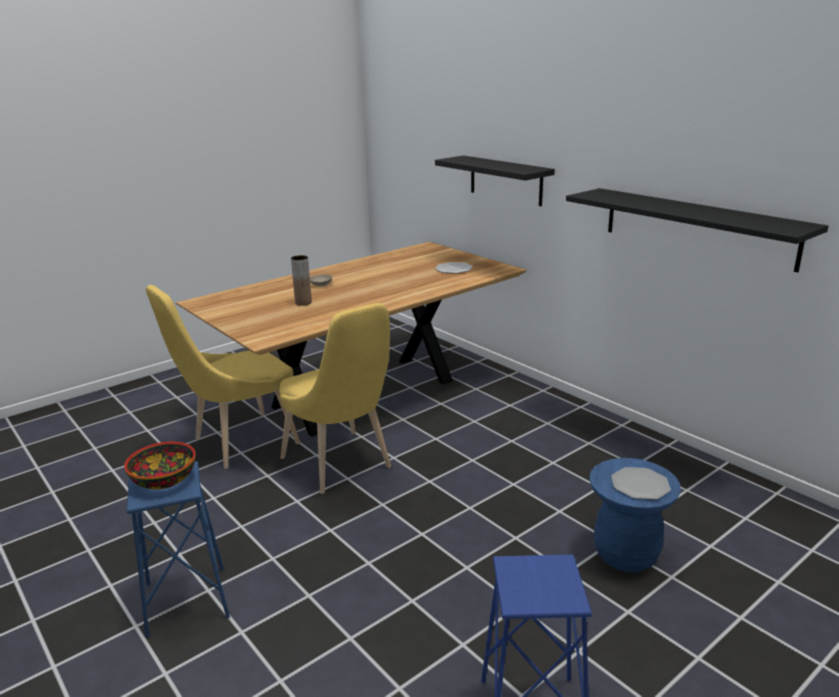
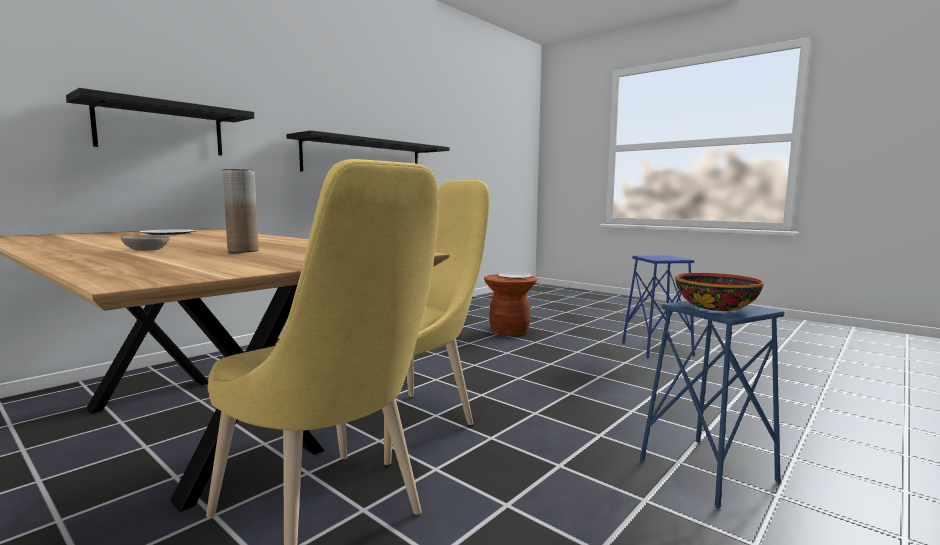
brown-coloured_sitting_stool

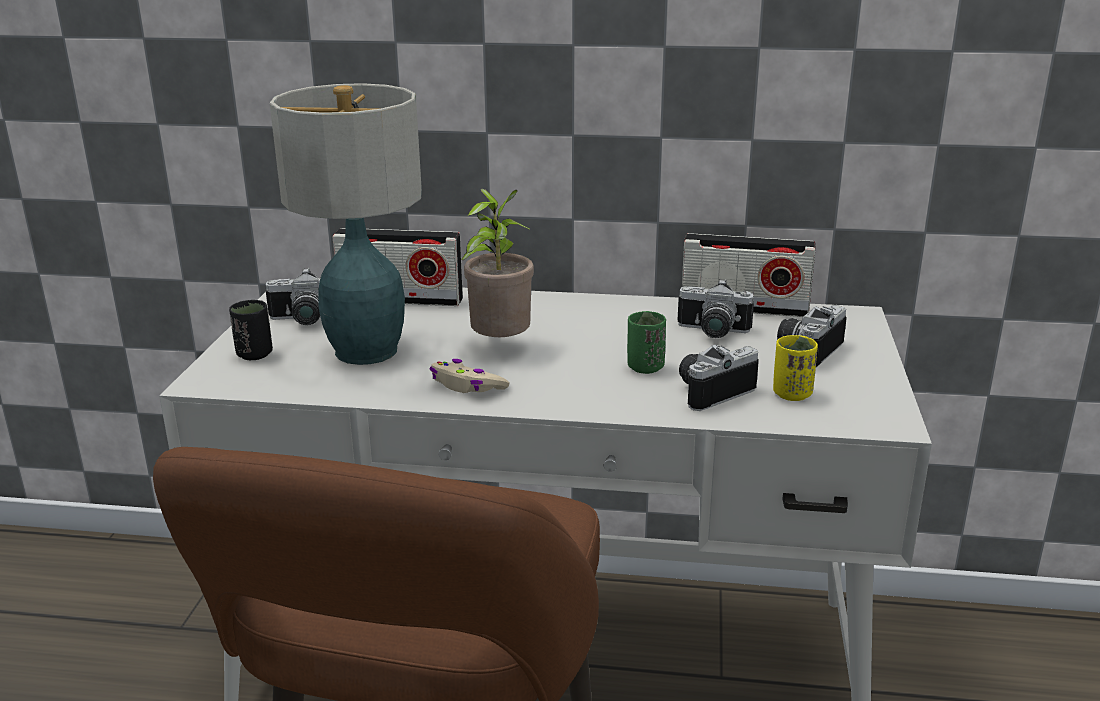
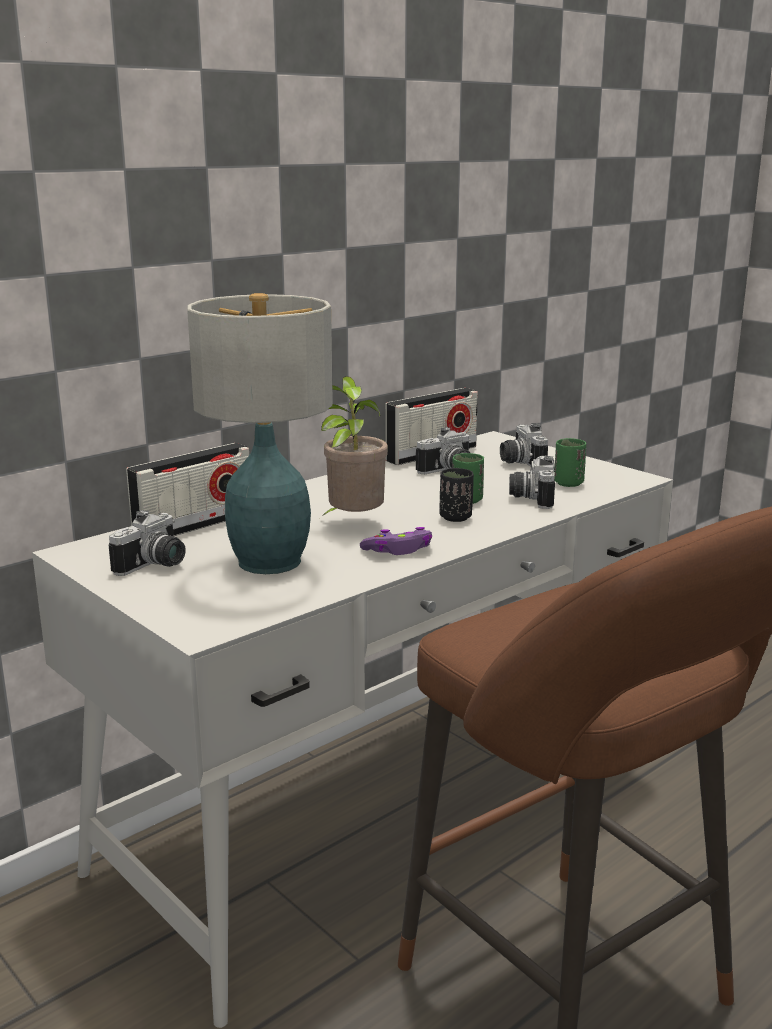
black-coloured_drinking_cup; purple_joypad; greenish_drinking_cup (2nd from left)

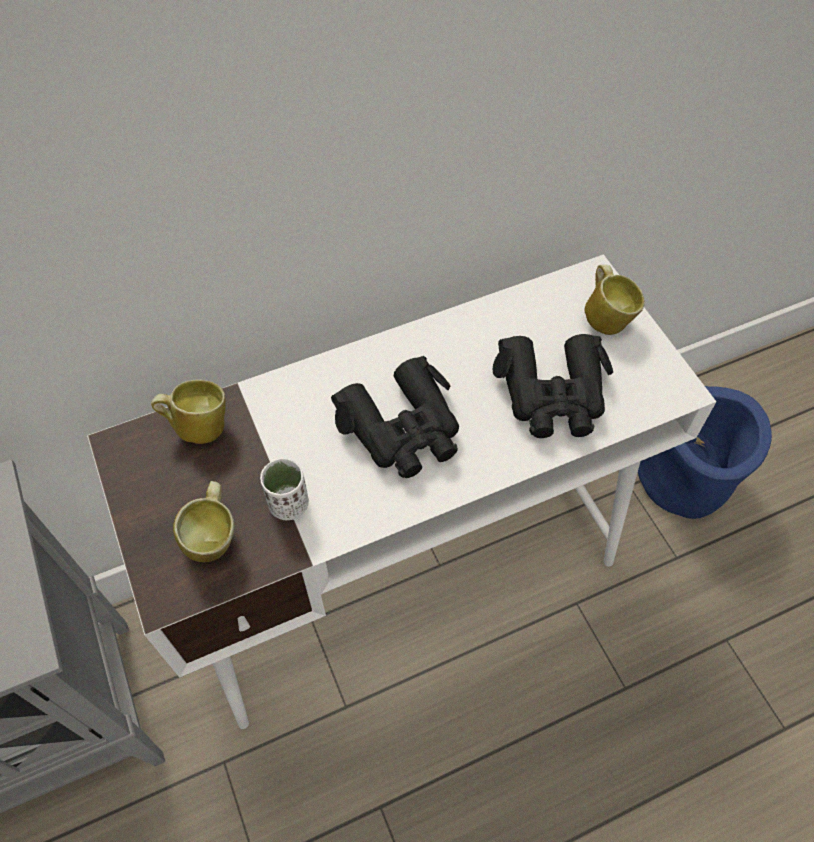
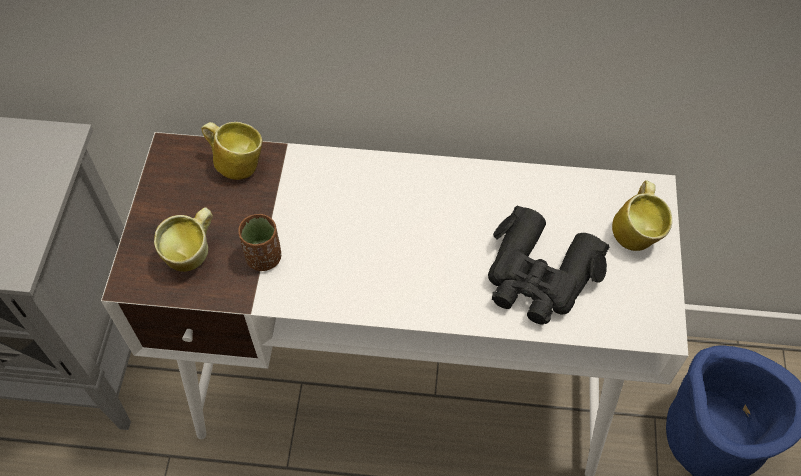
black-coloured_binoculars (1st from left in the first image); brown-coloured_drinking_cup

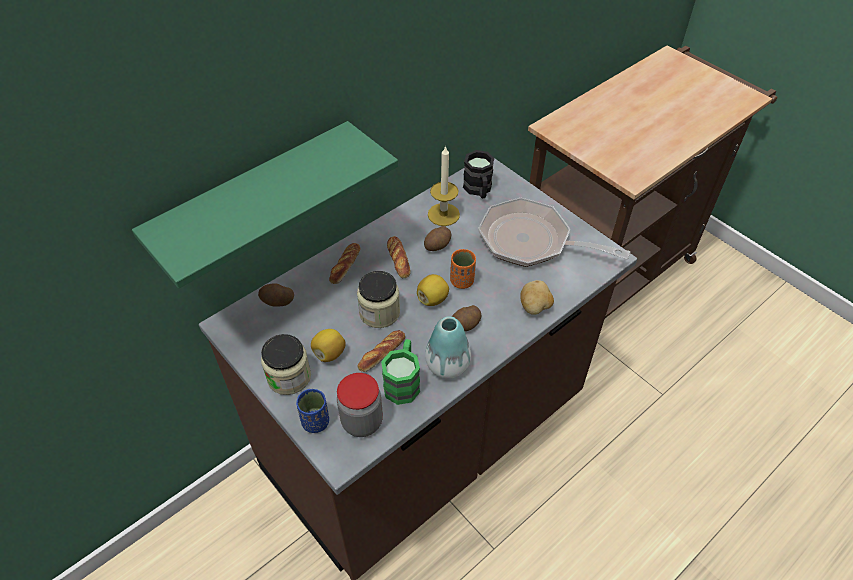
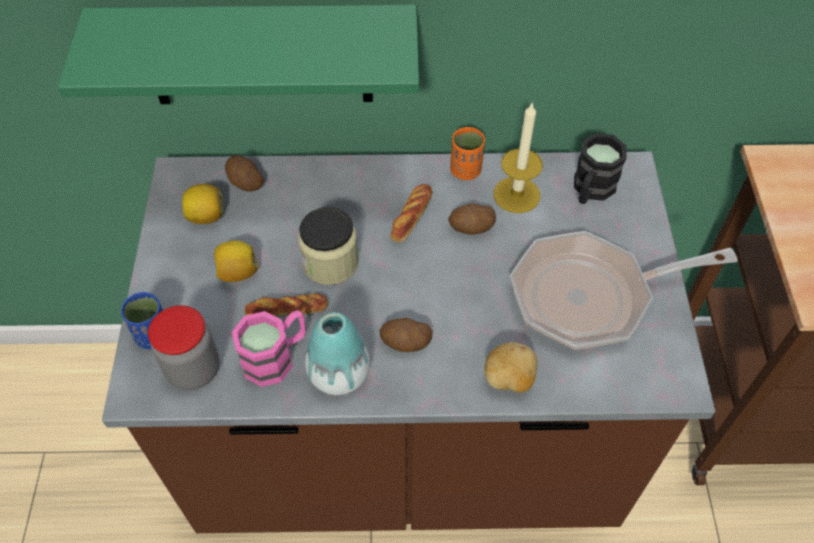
jar (1st from left in the first image); bread (1st from left in the first image); lemon (1st from left); orange-coloured_drinking_cup; pink-coloured_mug; pan

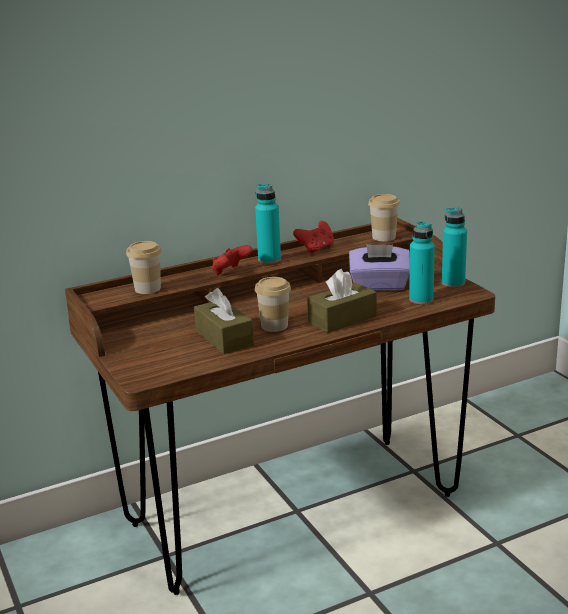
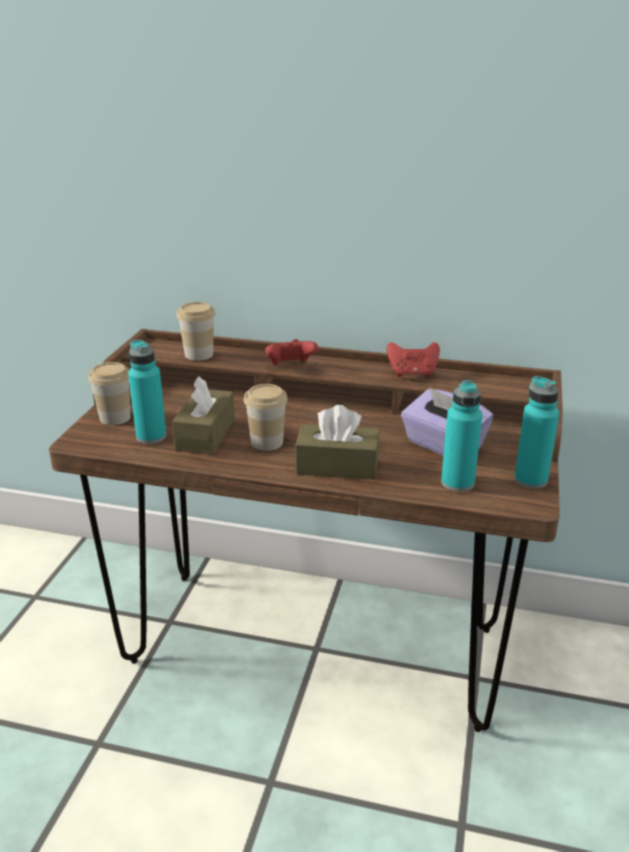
turquoise_beverage_bottle (1st from left); drinking_cup (1st from left)

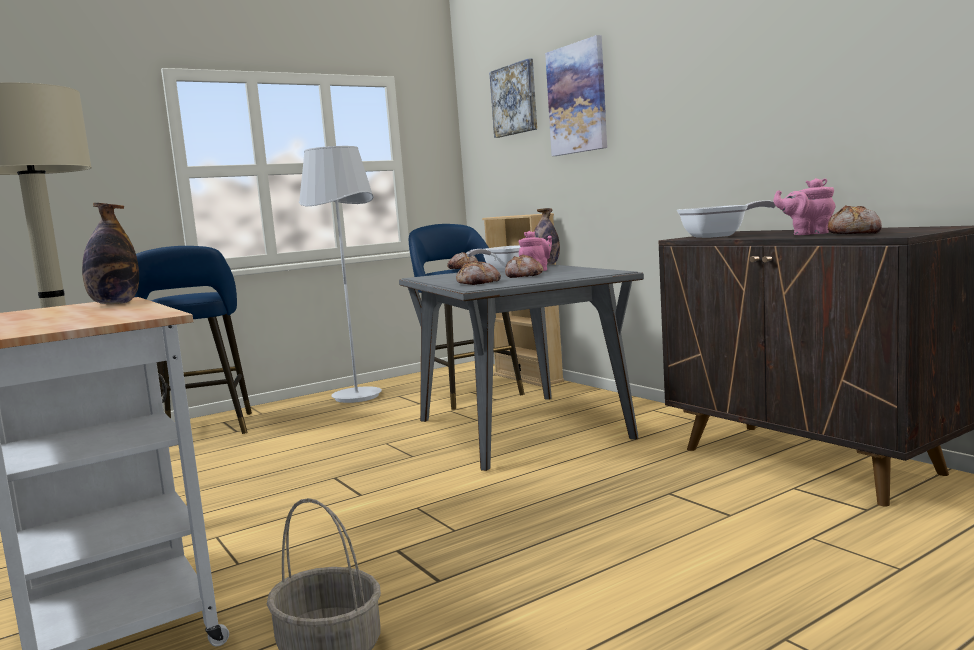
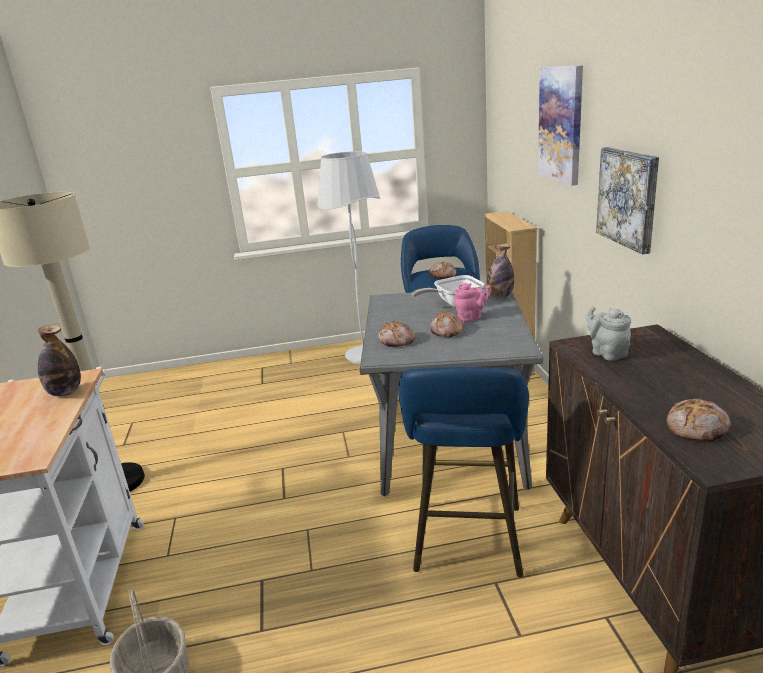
pink-coloured_tea_pot (2nd from left in the first image); blue_sitting_stool (2nd from left); wall_picture (2nd from left); gray_tea_pot

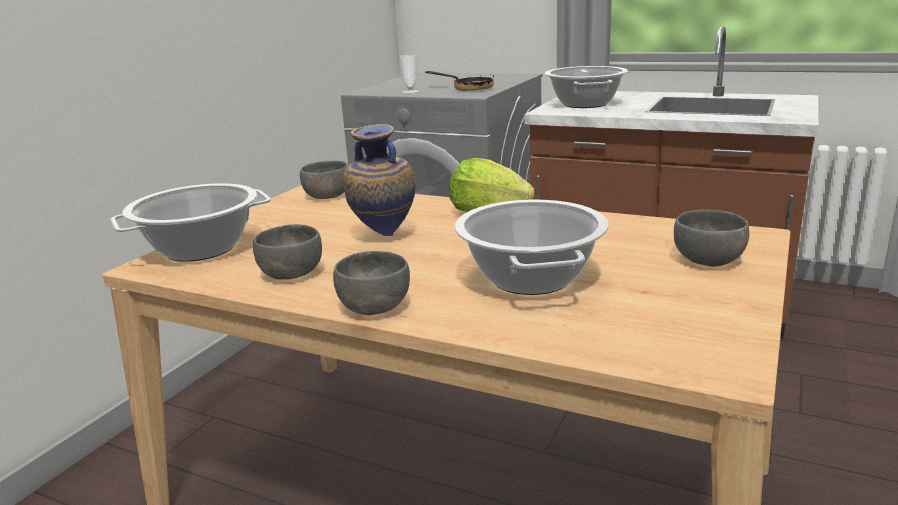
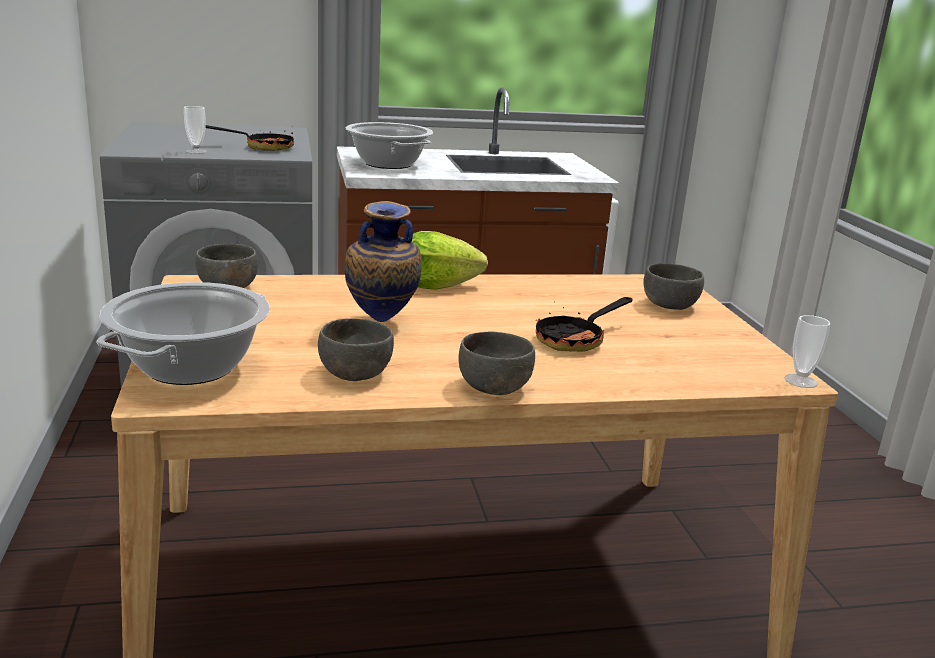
drinking_cup (2nd from left); pan (2nd from left)

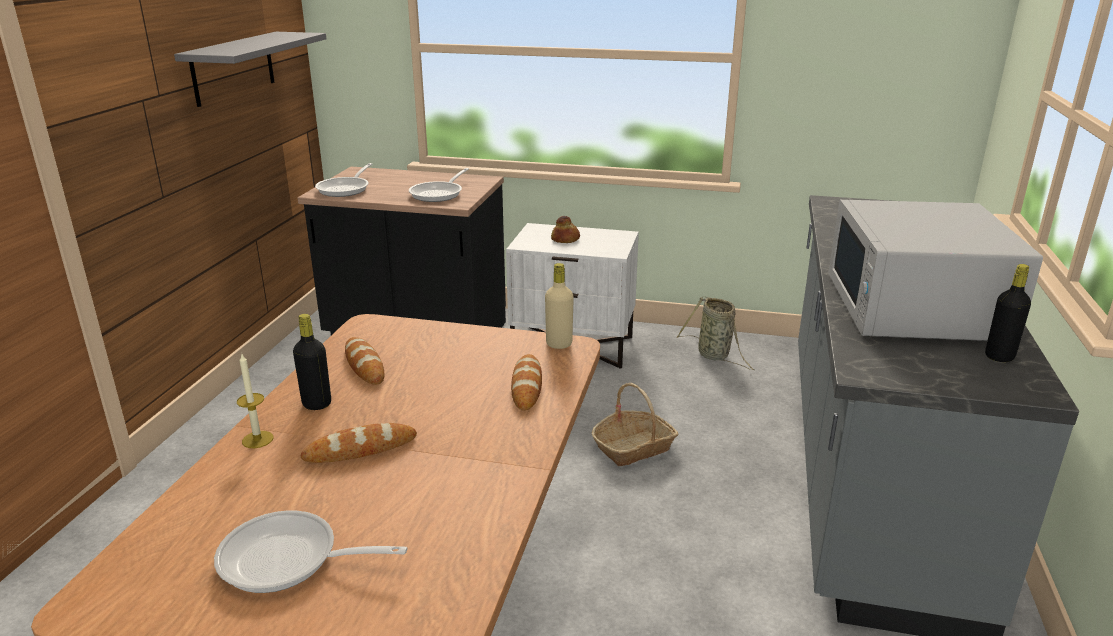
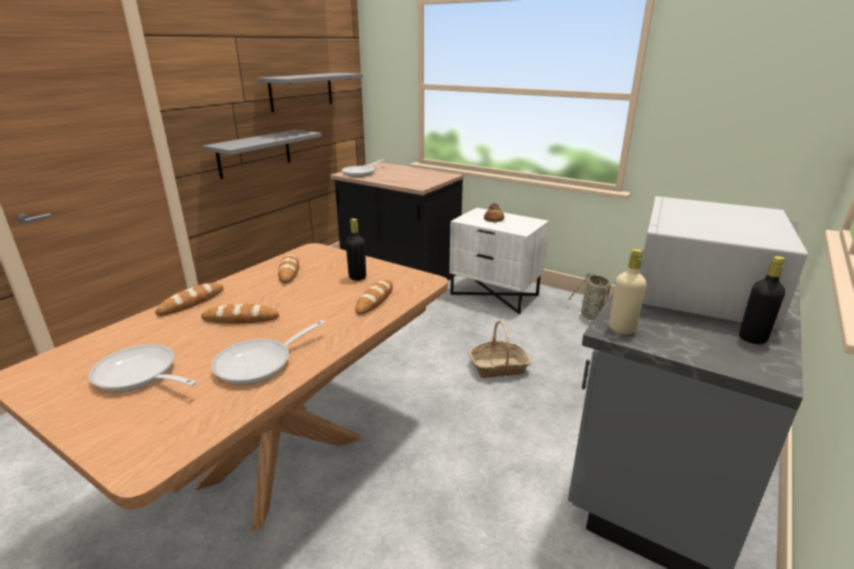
gray_bracket_shelf (1st from left); black-coloured_beverage_bottle (1st from left); pan (2nd from left); beige_beverage_bottle; bread (1st from left)

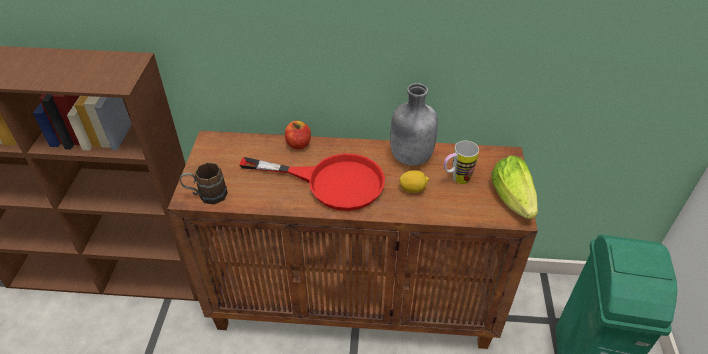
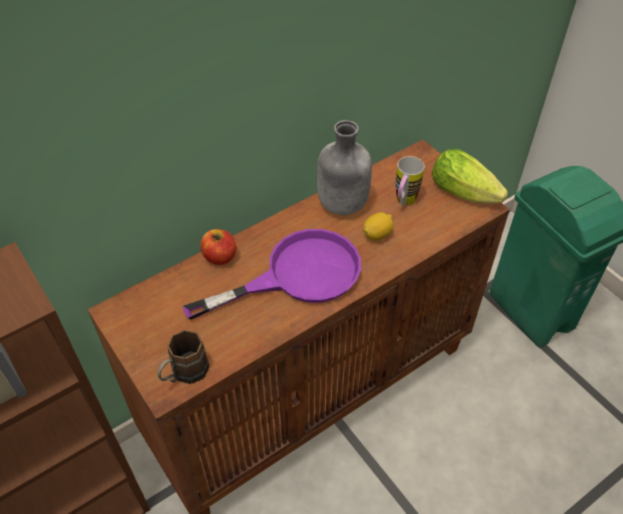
purple_pan

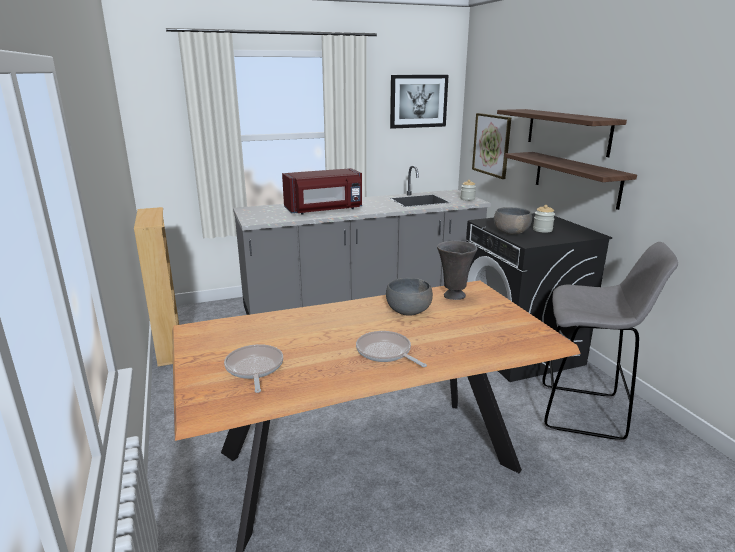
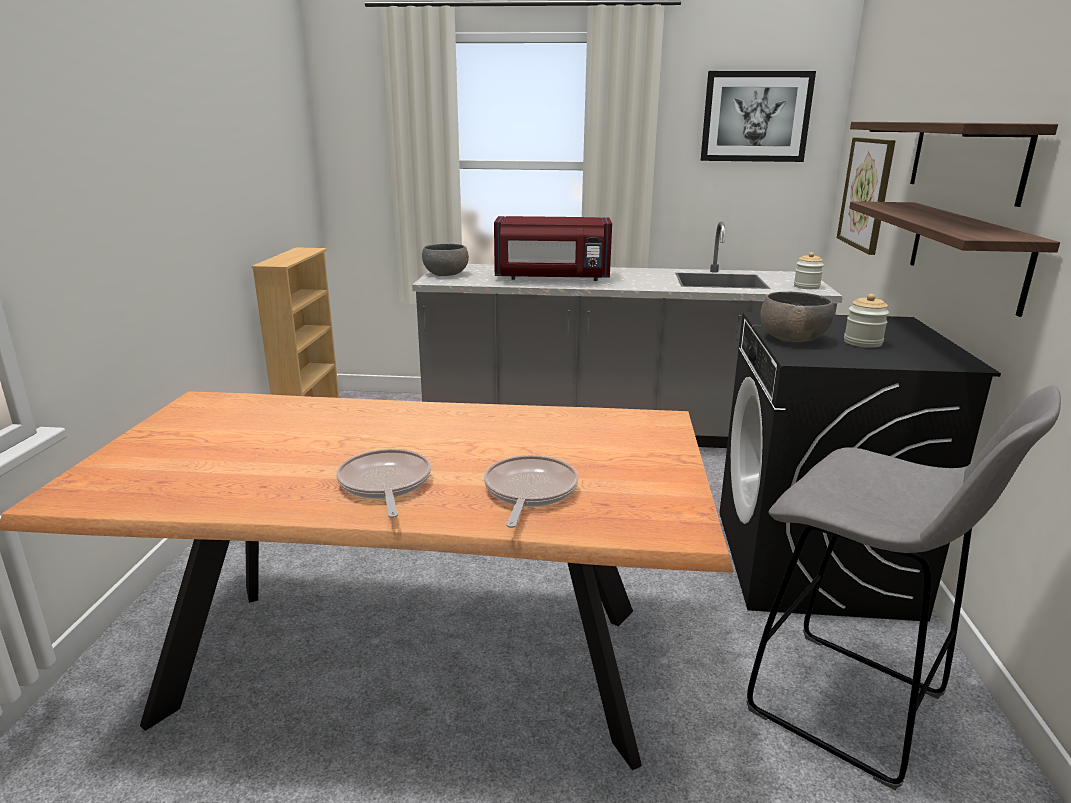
gray_vase; pan (2nd from left); gray_bowl (1st from left)

